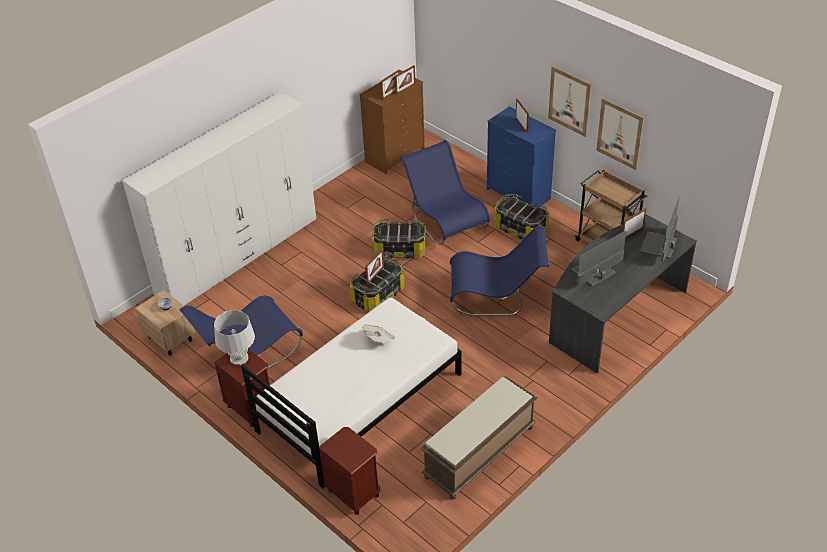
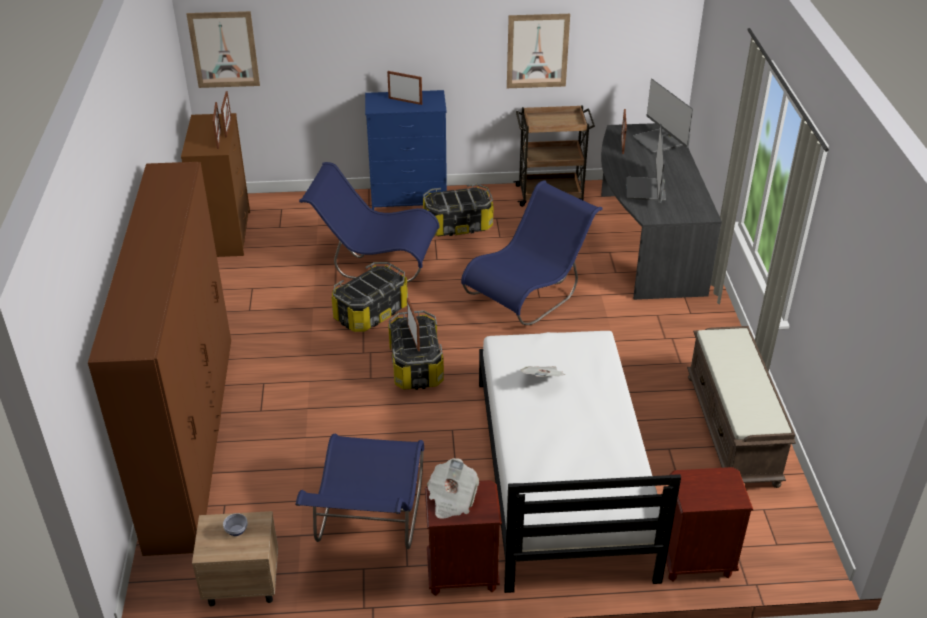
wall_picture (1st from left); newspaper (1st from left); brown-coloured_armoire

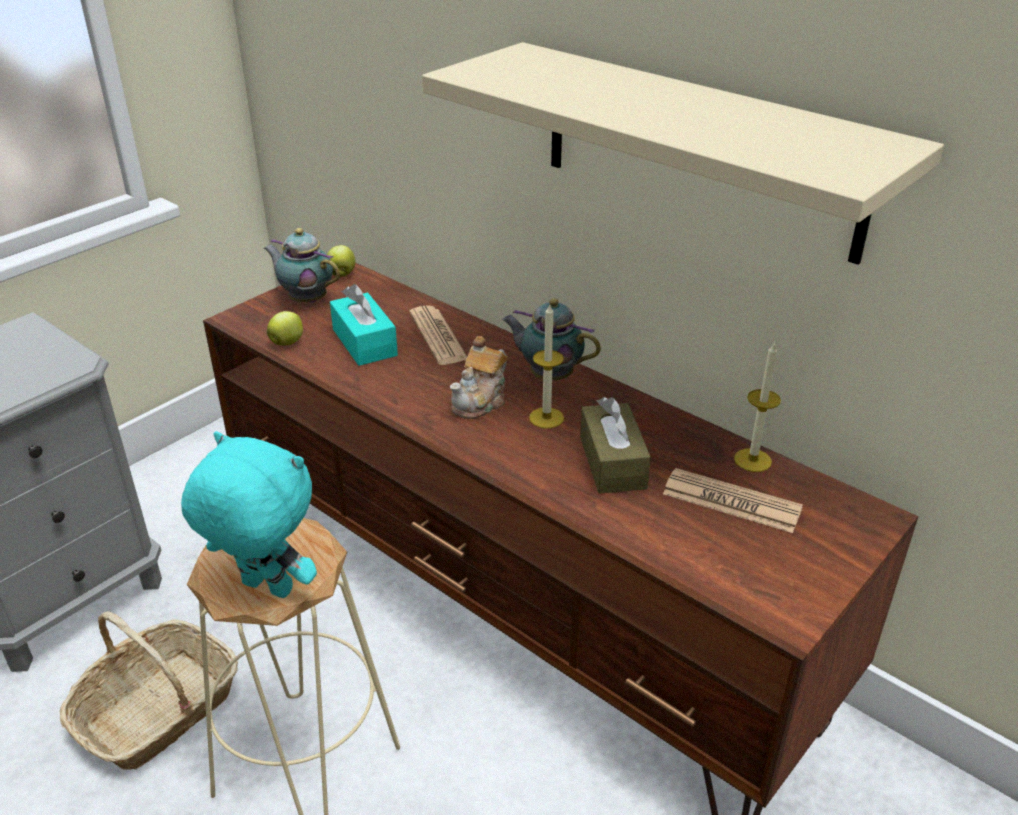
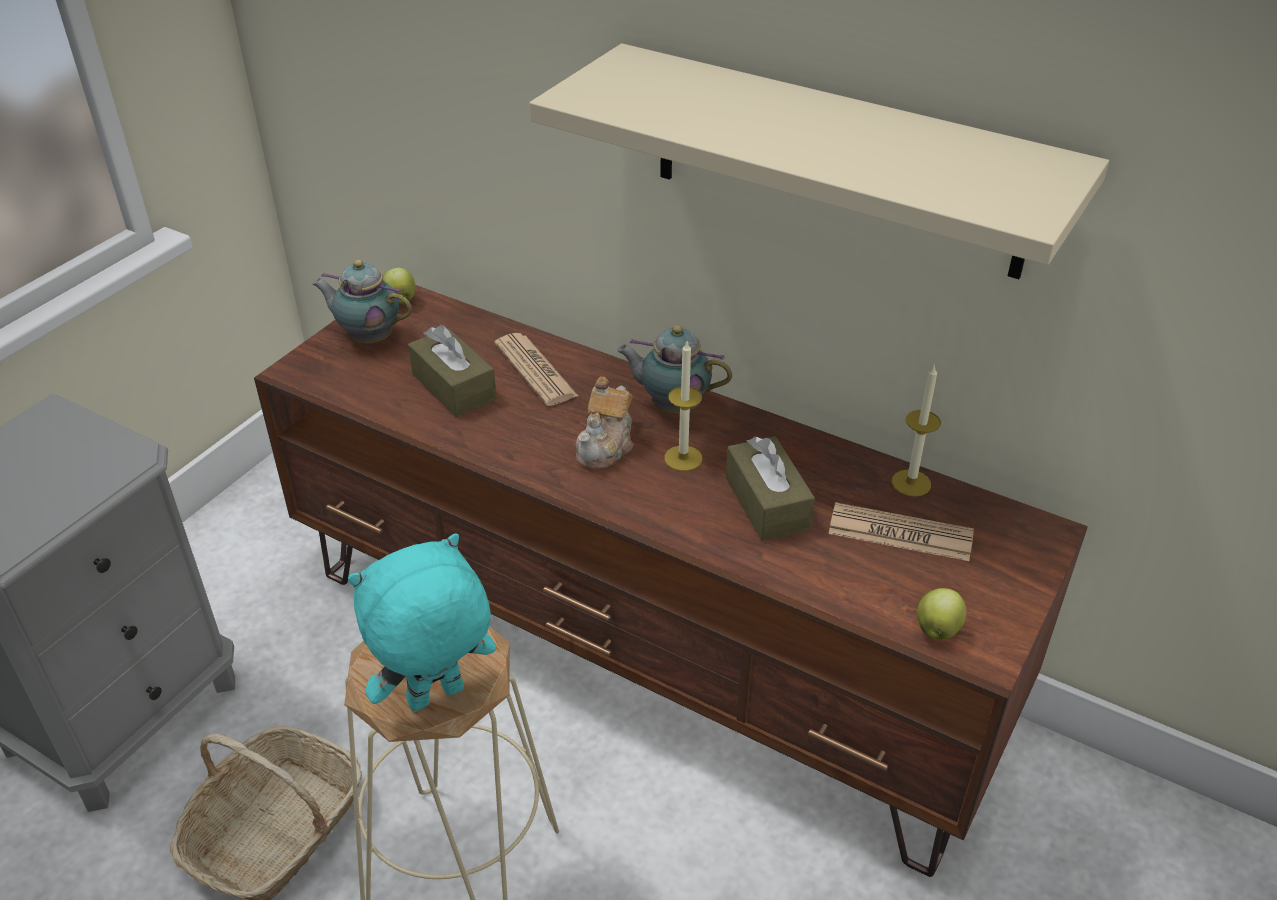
apple_fruit (2nd from left); brown-coloured_tissue_box (1st from left); turquoise_soft_toy

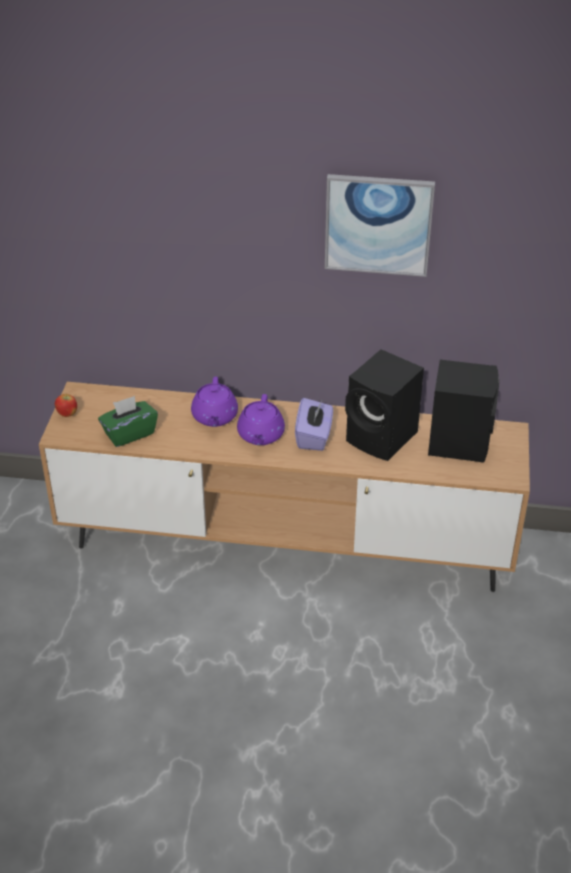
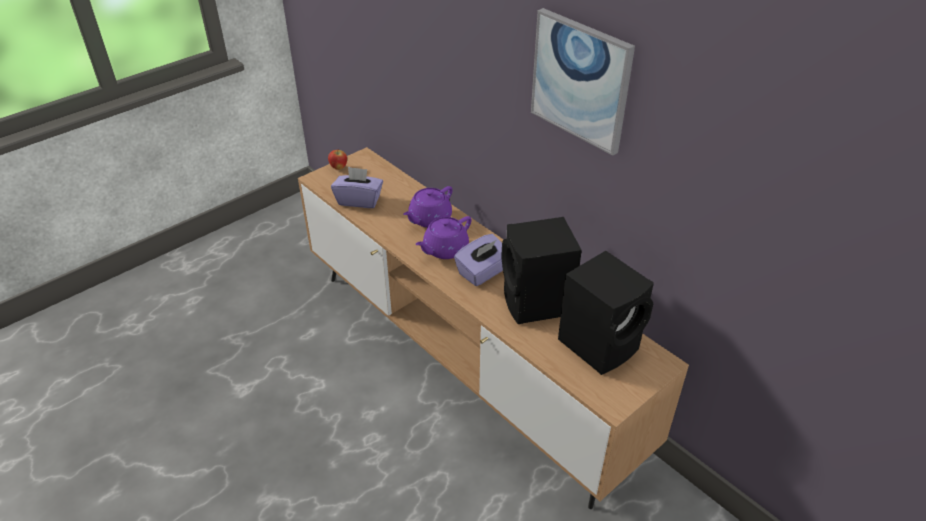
purple_tissue_box (1st from left)

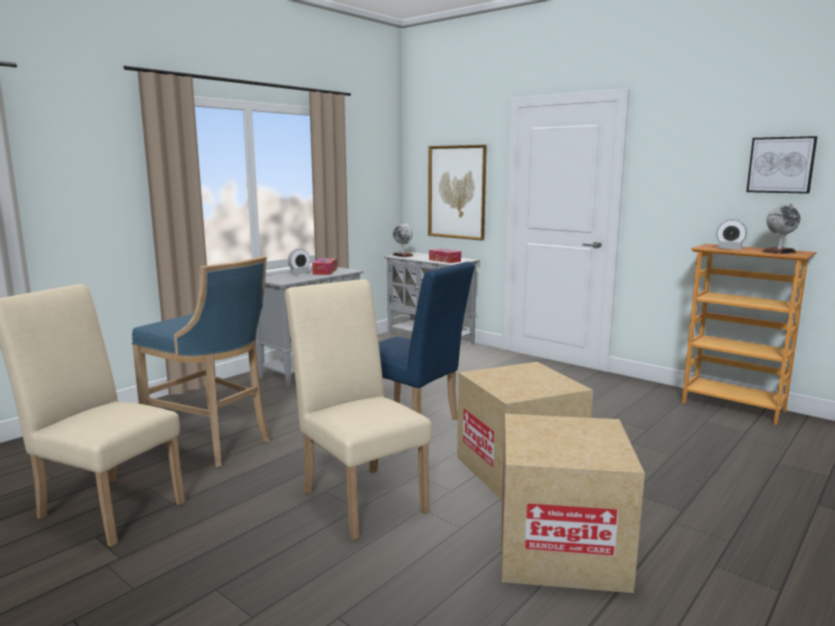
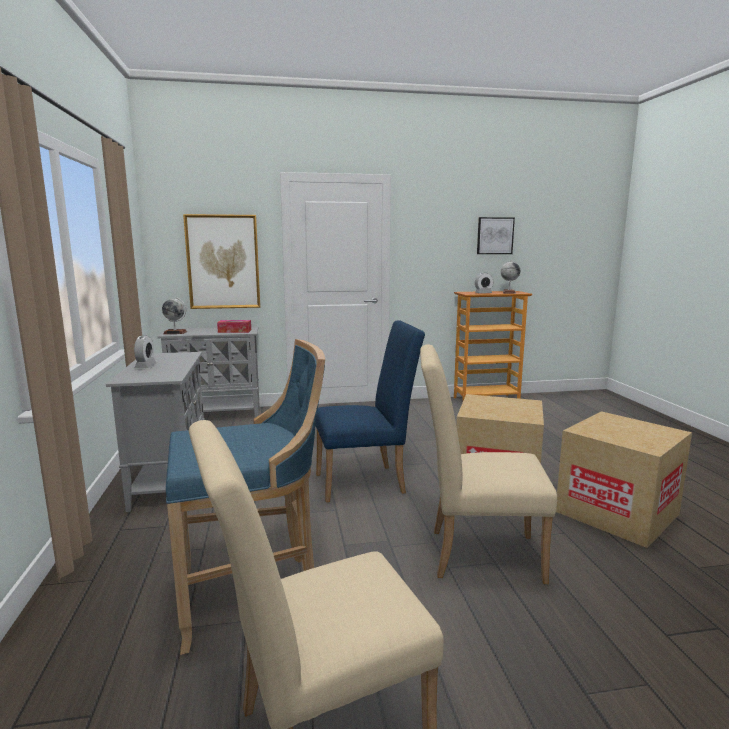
tissue_box (1st from left in the first image)

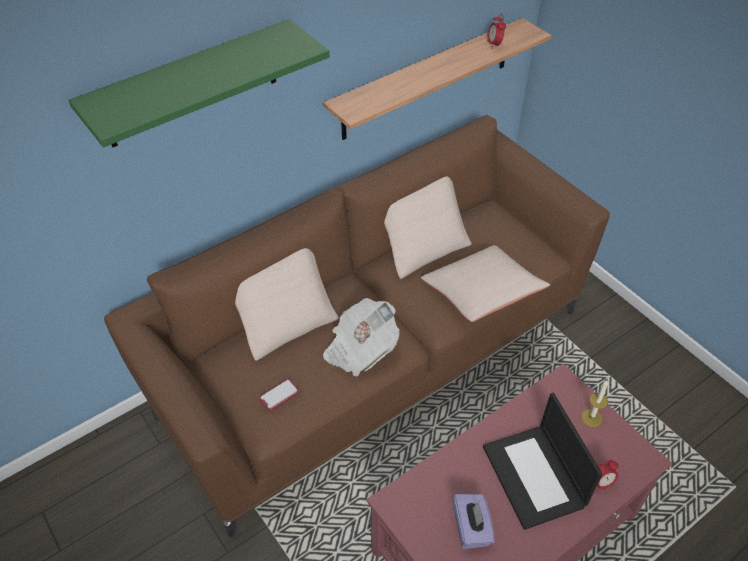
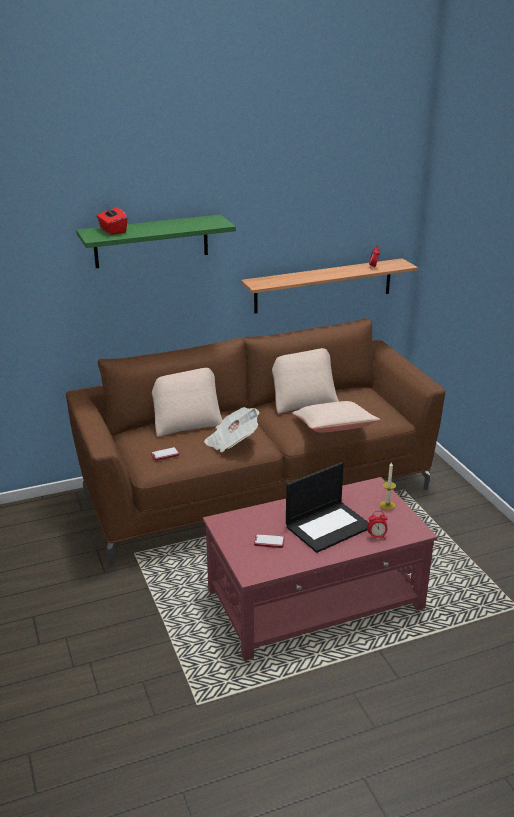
reddish_tissue_box; phone (2nd from left); notebook_computer

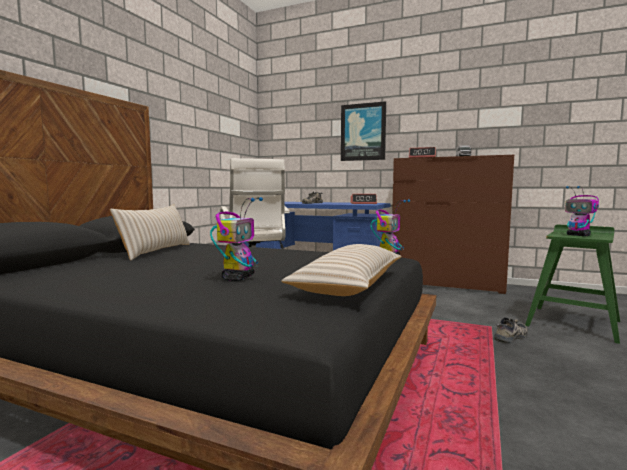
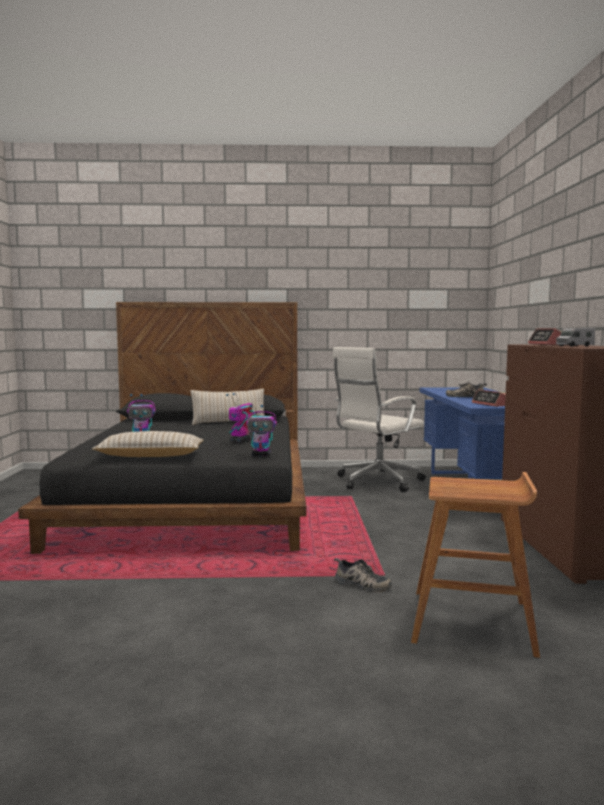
wall_picture; toy_robot (2nd from left); brown-coloured_sitting_stool

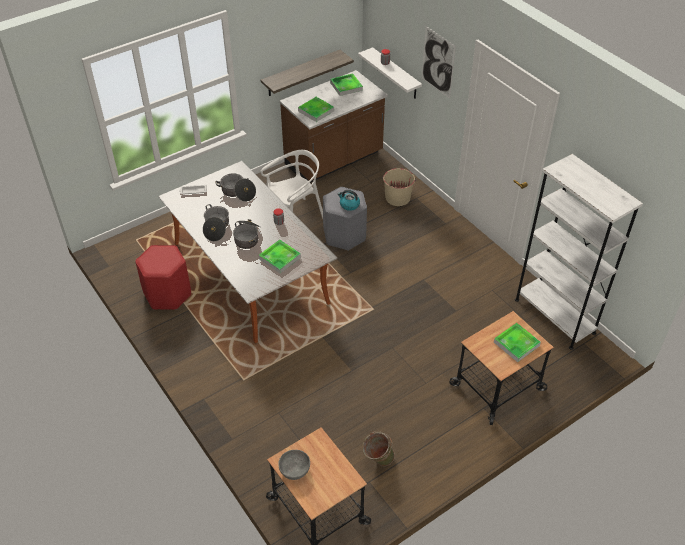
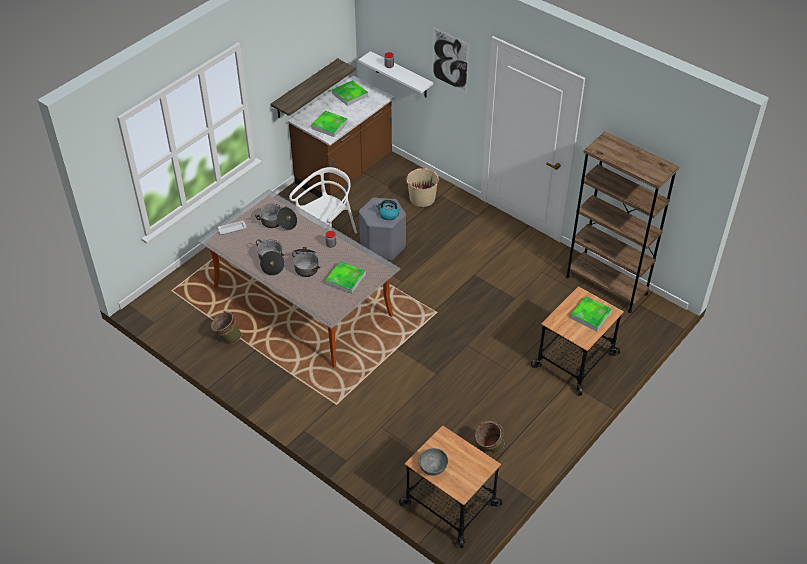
greenish_bucket (1st from left); brown-coloured_shelving_unit

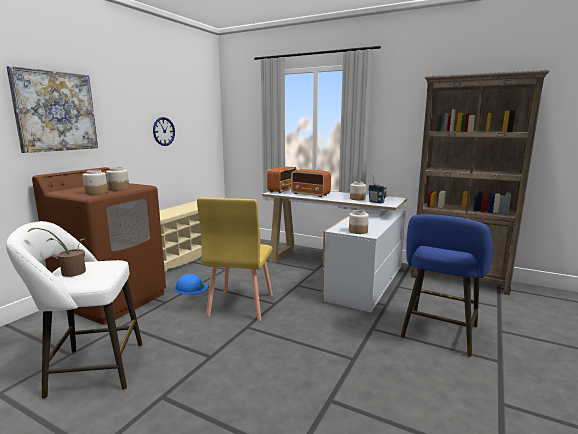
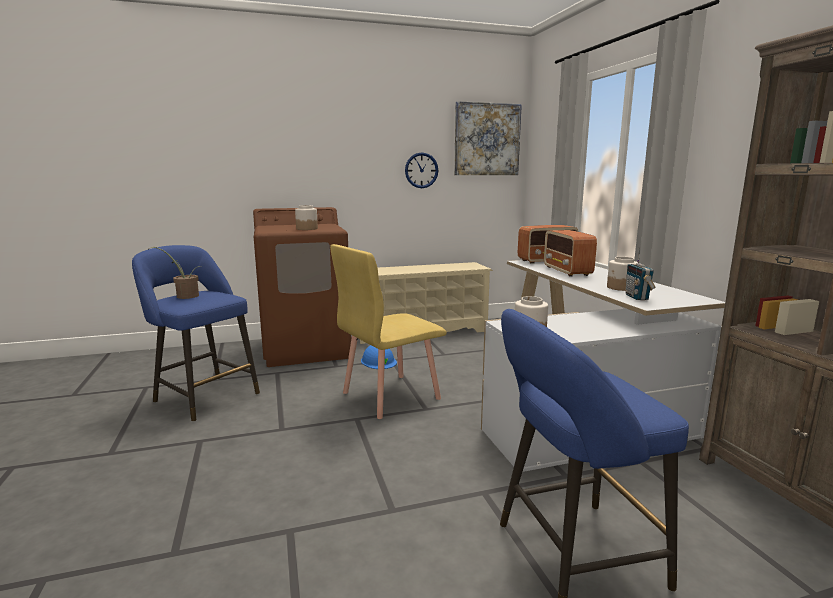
jar (1st from left in the first image); wall_picture; blue_sitting_stool (1st from left)

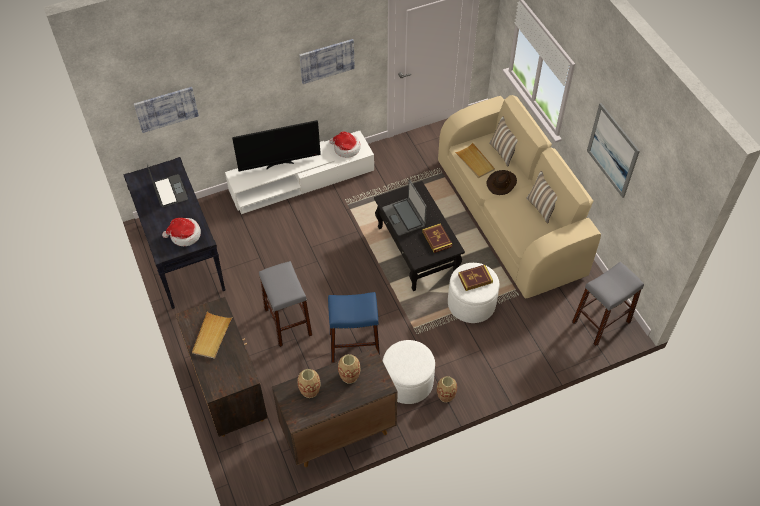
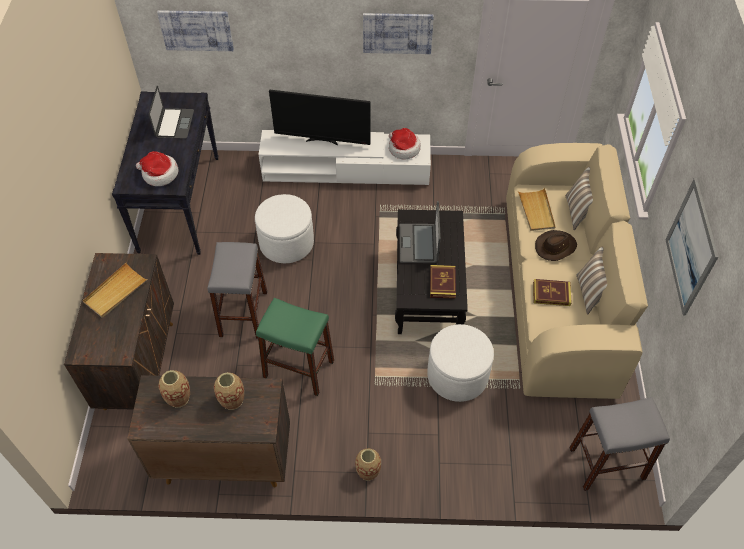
white_footrest (1st from left); bound_book (2nd from left); greenish_sitting_stool

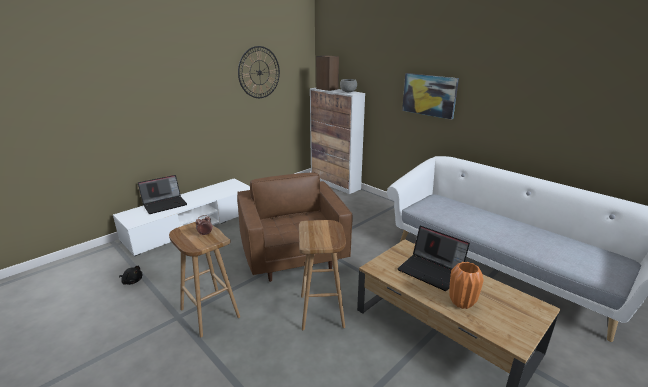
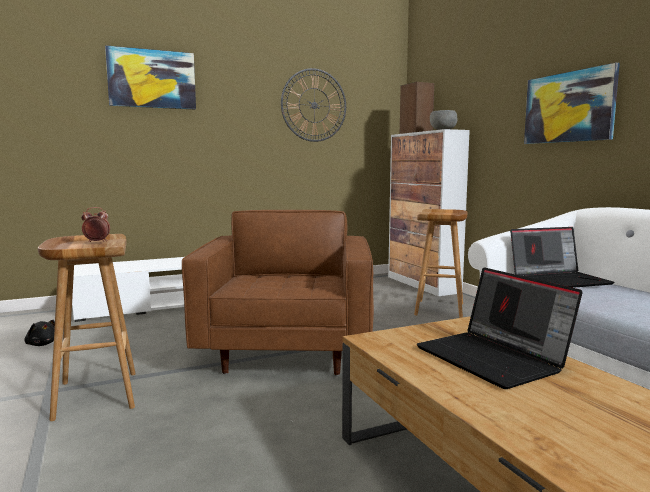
orange-coloured_vase; wall_picture (1st from left); notebook_computer (2nd from left); brown-coloured_sitting_stool (2nd from left)

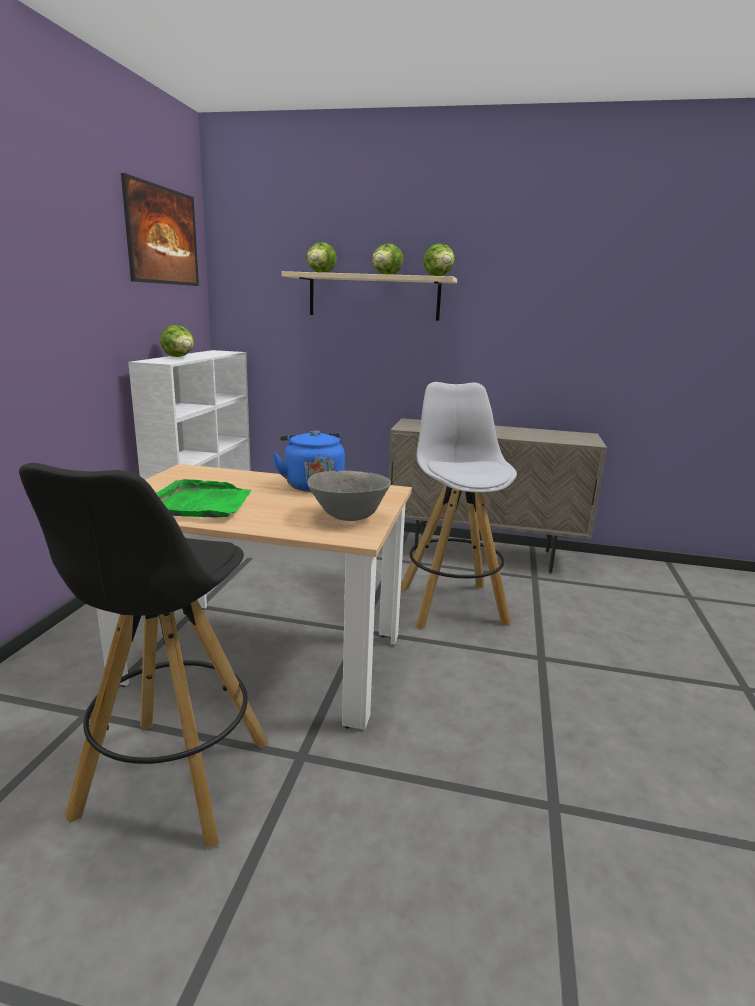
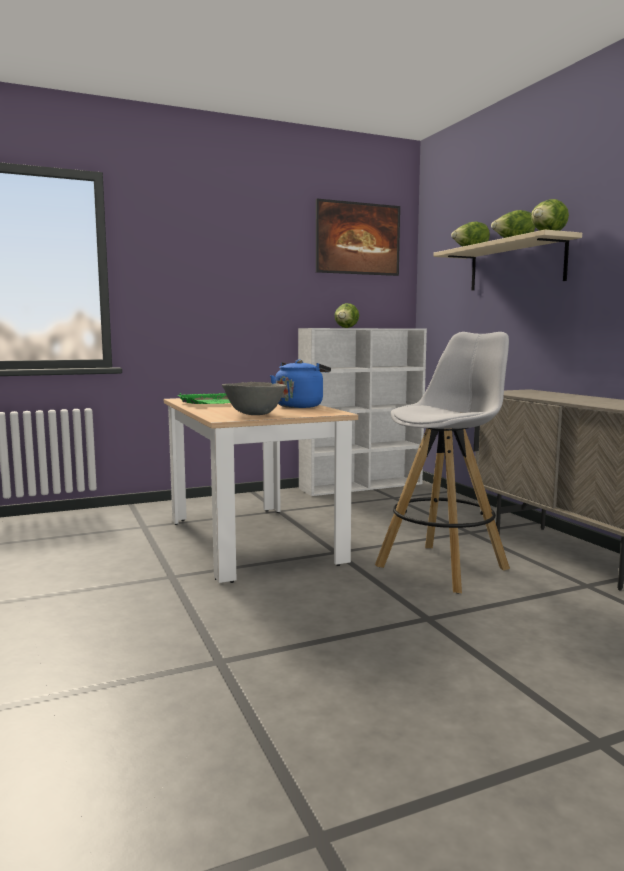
black-coloured_sitting_stool

